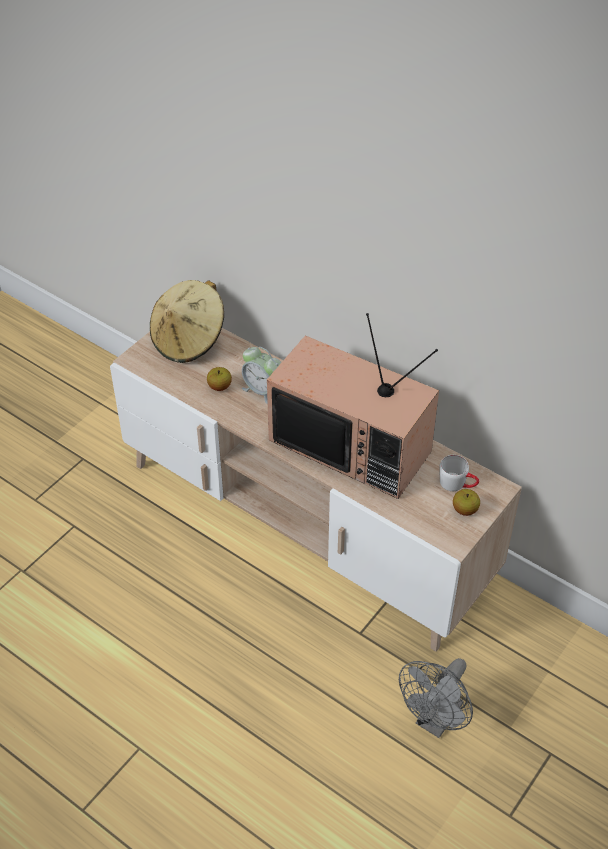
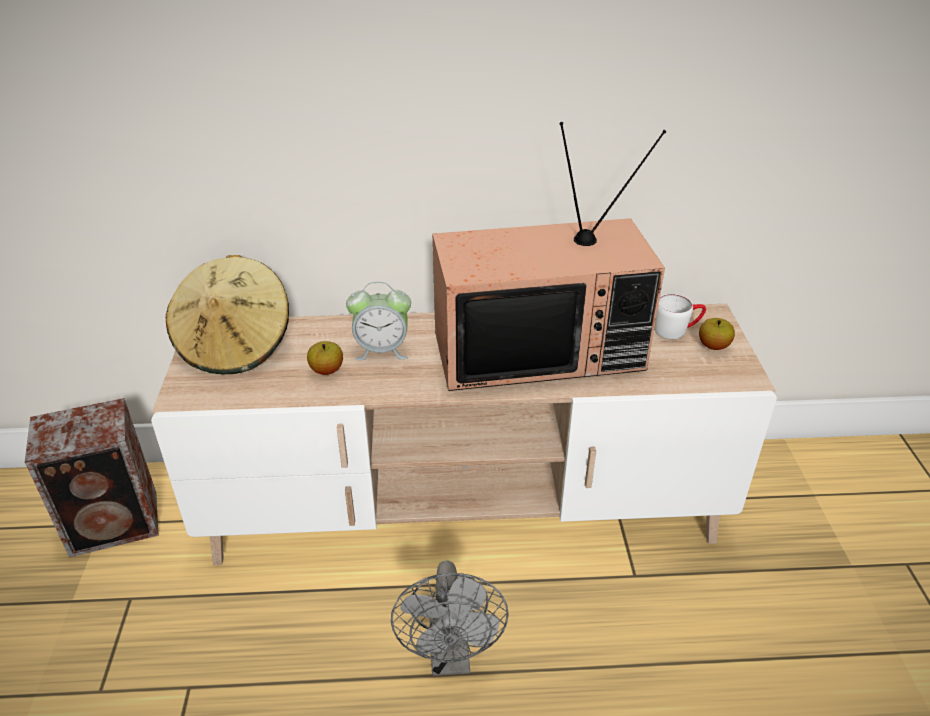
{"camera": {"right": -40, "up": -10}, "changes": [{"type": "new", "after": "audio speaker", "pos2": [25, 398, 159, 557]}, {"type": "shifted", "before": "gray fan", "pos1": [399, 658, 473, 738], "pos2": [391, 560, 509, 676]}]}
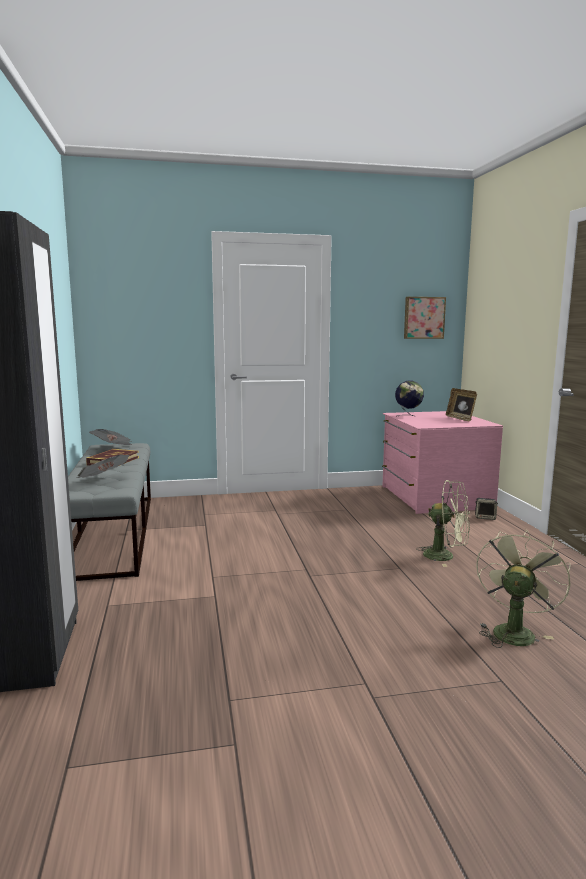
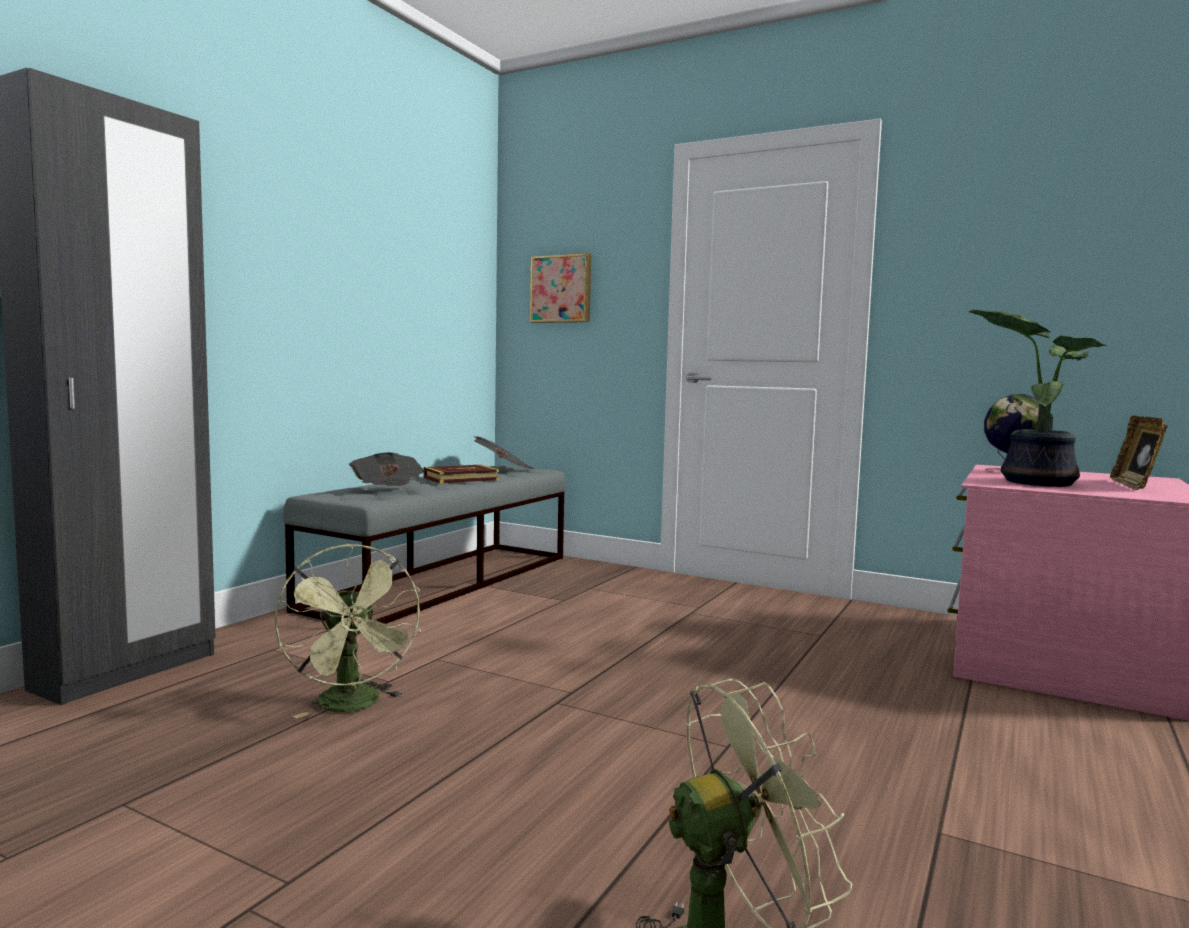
{"camera": {"right": 40, "up": -5}, "changes": [{"type": "gone", "before": "audio speaker", "pos1": [475, 498, 498, 520]}, {"type": "new", "after": "plant in a pot", "pos2": [968, 309, 1107, 487]}, {"type": "shifted", "before": "wall picture", "pos1": [404, 297, 446, 339], "pos2": [530, 253, 591, 323]}, {"type": "shifted", "before": "green fan", "pos1": [416, 480, 470, 567], "pos2": [274, 544, 421, 718]}]}
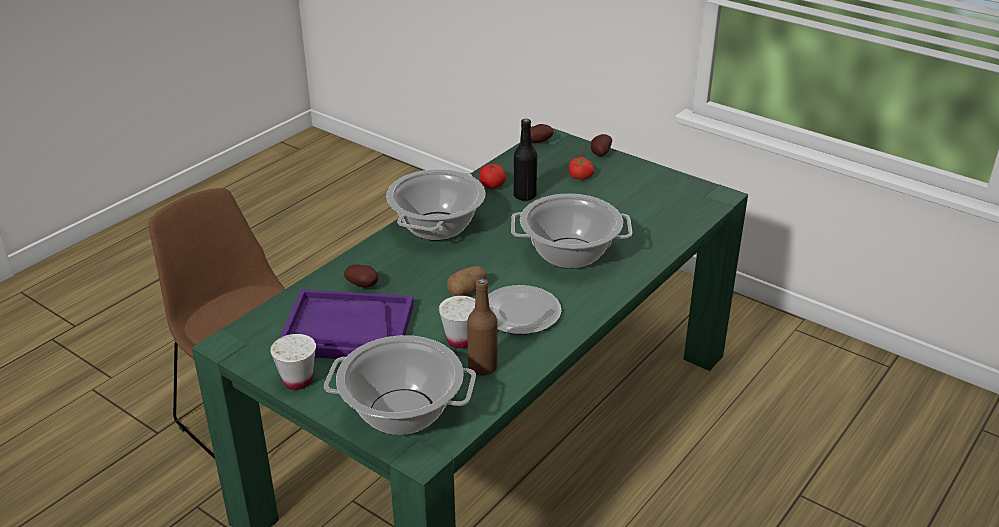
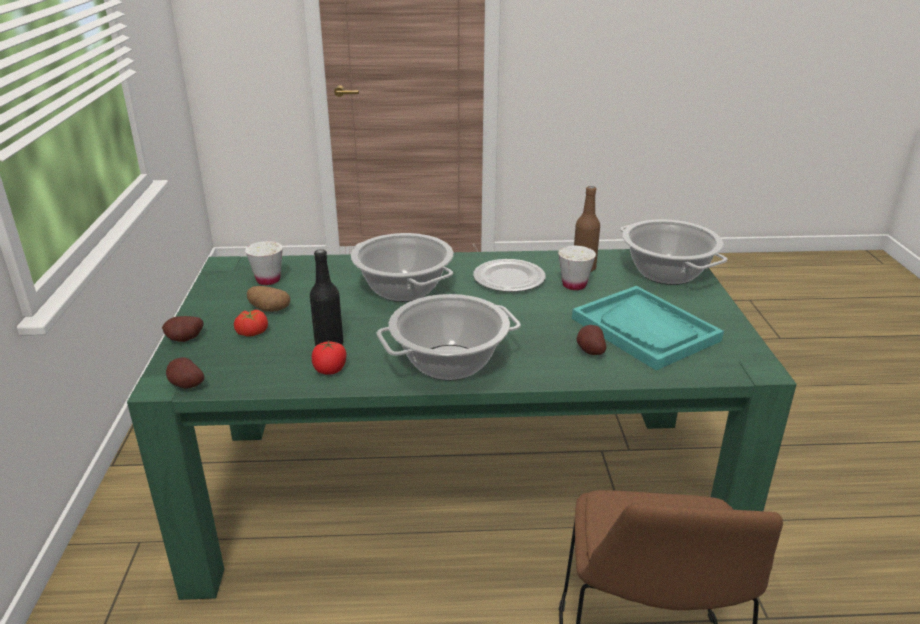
{"camera": {"right": -130, "up": -5}, "changes": [{"type": "shifted", "before": "white-coloured cup", "pos1": [270, 334, 316, 390], "pos2": [245, 241, 283, 285]}, {"type": "shifted", "before": "potato", "pos1": [447, 266, 487, 296], "pos2": [247, 286, 291, 312]}, {"type": "repainted", "before": "purple-coloured carrying tray", "after": "turquoise carrying tray", "pos1": [279, 289, 414, 359], "pos2": [572, 286, 724, 371]}]}
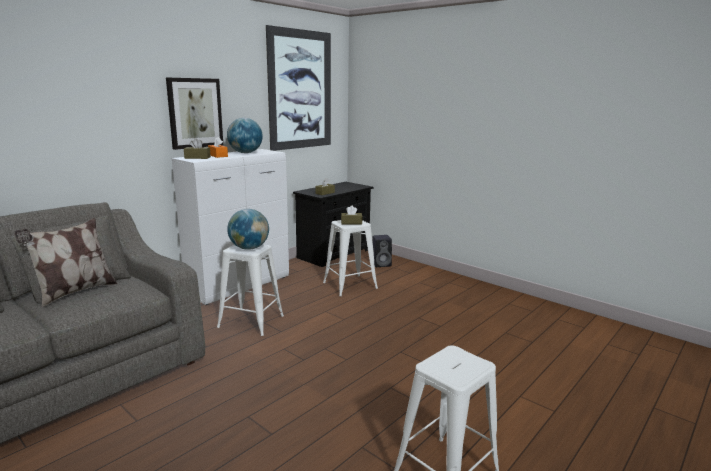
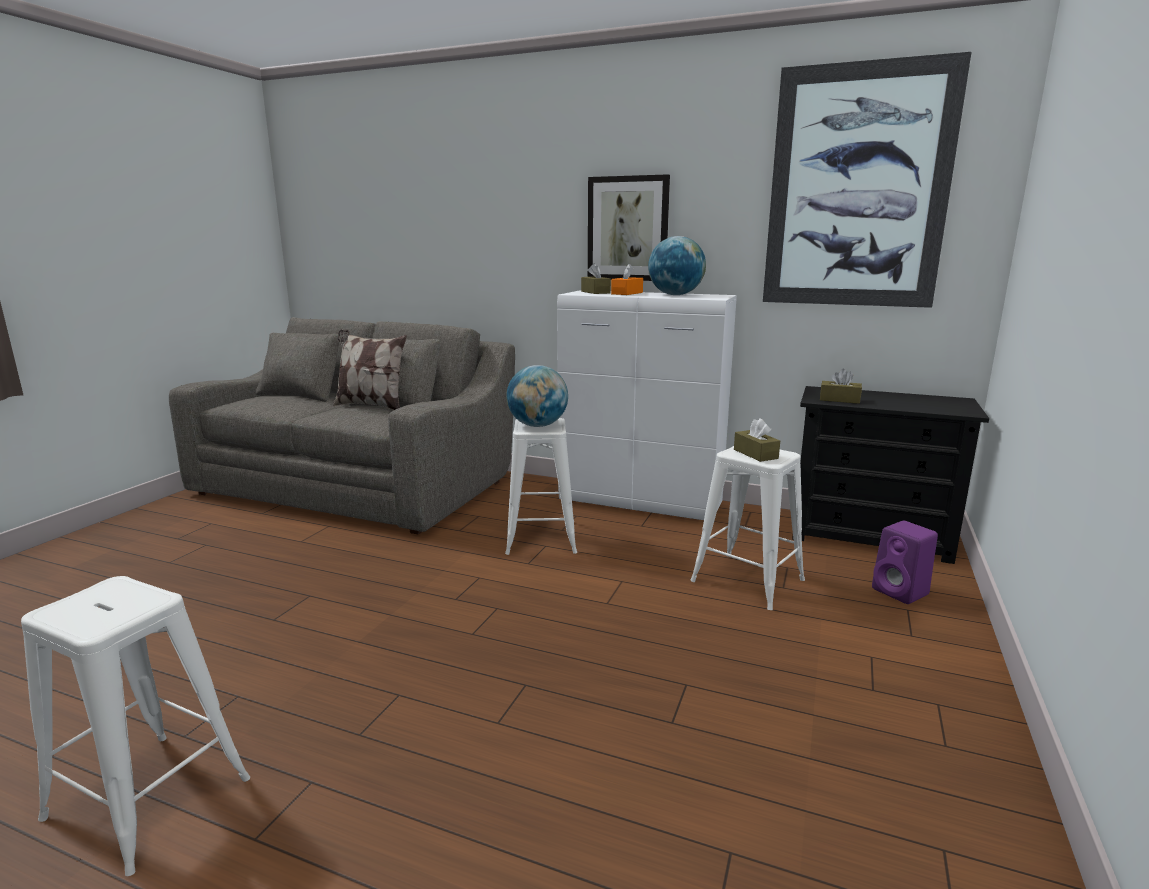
{"camera": {"right": 70, "up": 0}, "changes": [{"type": "repainted", "before": "black-coloured audio speaker", "after": "purple-coloured audio speaker", "pos1": [372, 235, 392, 267], "pos2": [872, 521, 938, 604]}]}
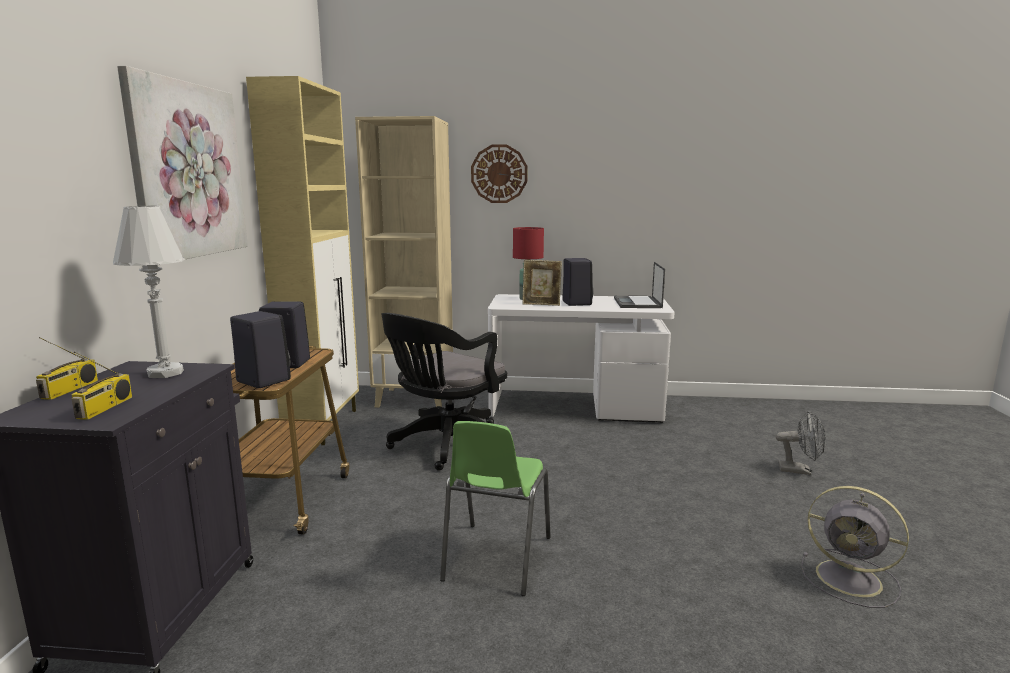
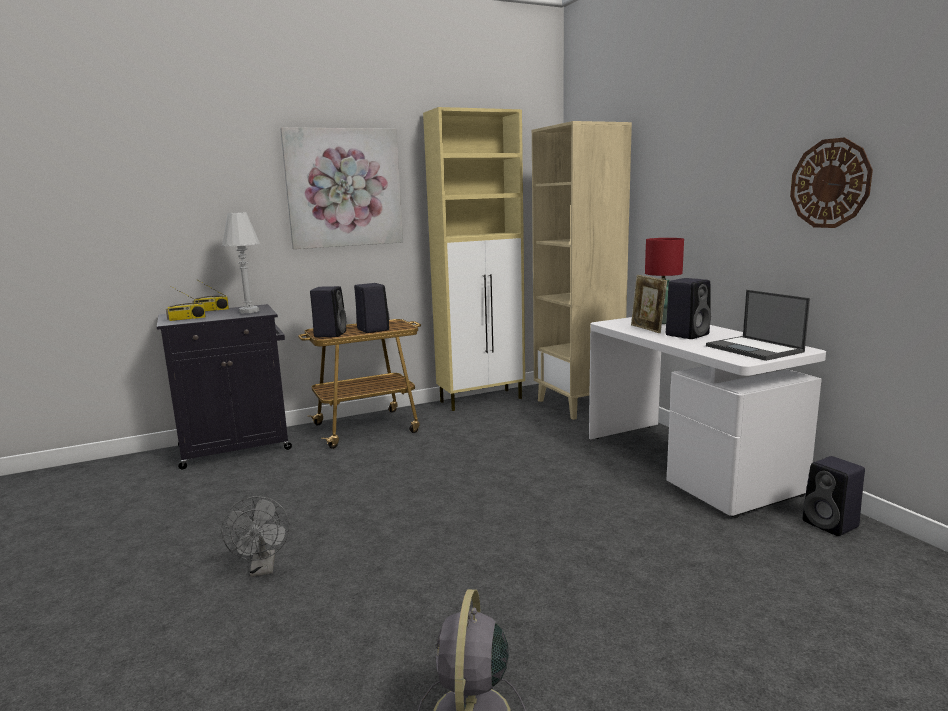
{"camera": {"right": 60, "up": 0}, "changes": [{"type": "gone", "before": "black-coloured office chair", "pos1": [382, 313, 507, 471]}, {"type": "gone", "before": "green upright chair", "pos1": [440, 421, 551, 596]}, {"type": "new", "after": "black-coloured audio speaker", "pos2": [803, 456, 865, 536]}, {"type": "shifted", "before": "wall clock", "pos1": [471, 144, 527, 203], "pos2": [790, 138, 873, 228]}, {"type": "shifted", "before": "gray fan", "pos1": [776, 411, 826, 475], "pos2": [221, 496, 290, 577]}, {"type": "rotated", "before": "notebook computer", "pos1": [614, 262, 665, 308], "pos2": [706, 290, 810, 361], "turn": -90}]}
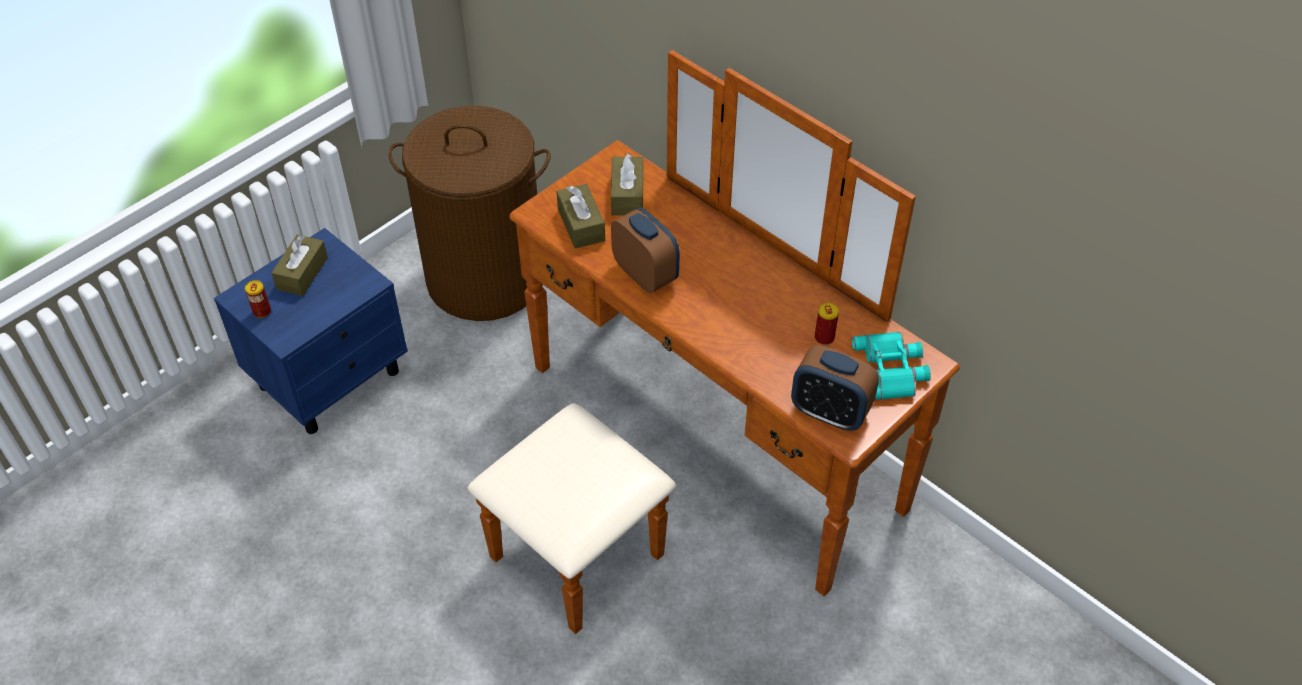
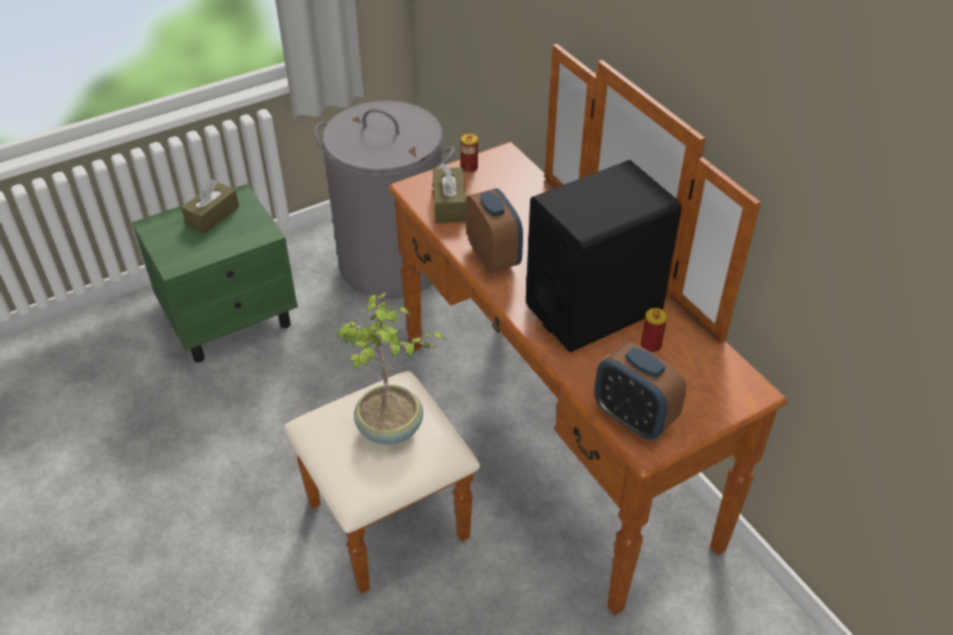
{"camera": {"right": 15, "up": -5}, "changes": [{"type": "gone", "before": "brownish box of tissues", "pos1": [611, 153, 643, 216]}, {"type": "gone", "before": "turquoise pair of binoculars", "pos1": [852, 332, 931, 400]}, {"type": "new", "after": "plant in a pot", "pos2": [336, 293, 446, 445]}, {"type": "new", "after": "black-coloured audio speaker", "pos2": [526, 160, 682, 352]}, {"type": "shifted", "before": "metal can", "pos1": [245, 280, 271, 318], "pos2": [461, 133, 478, 173]}, {"type": "repainted", "before": "blue-coloured bedside table", "after": "green bedside table", "pos1": [214, 228, 408, 434], "pos2": [132, 184, 298, 362]}, {"type": "repainted", "before": "brownish washing basket", "after": "gray washing basket", "pos1": [388, 106, 550, 321], "pos2": [314, 101, 455, 299]}]}
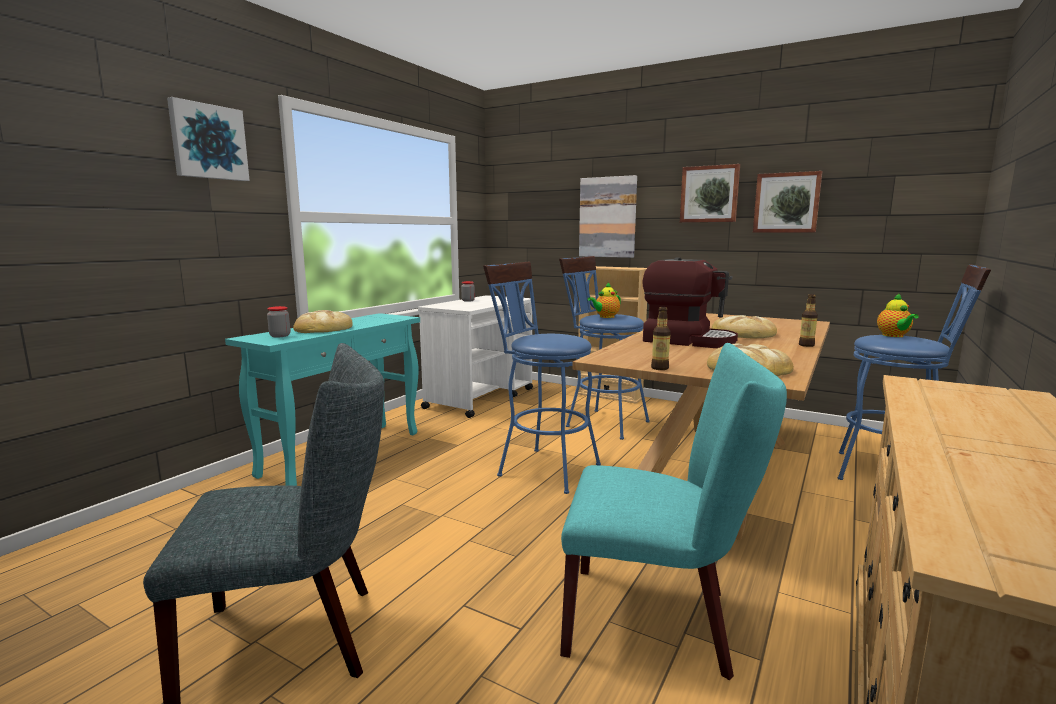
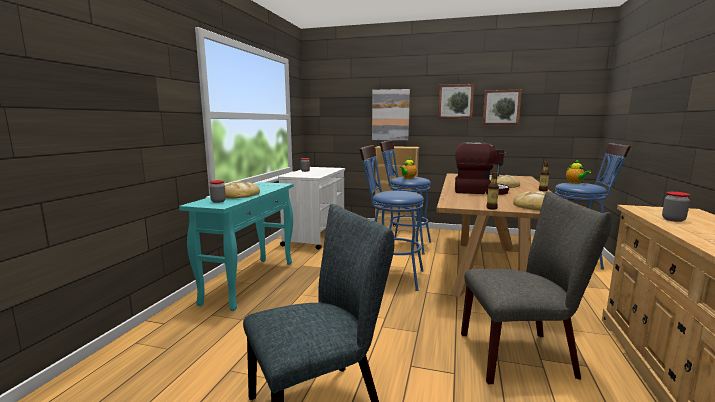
{"camera": {"right": -15, "up": 0}, "changes": [{"type": "gone", "before": "wall picture", "pos1": [167, 97, 250, 181]}, {"type": "new", "after": "preserve jar", "pos2": [662, 192, 690, 222]}, {"type": "repainted", "before": "turquoise upright chair", "after": "gray upright chair", "pos1": [560, 343, 787, 680], "pos2": [461, 191, 612, 384]}]}
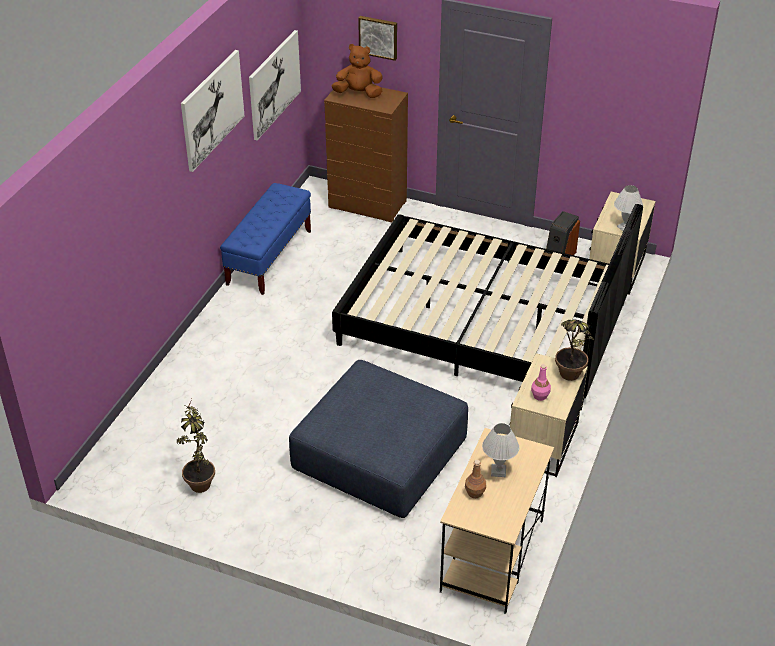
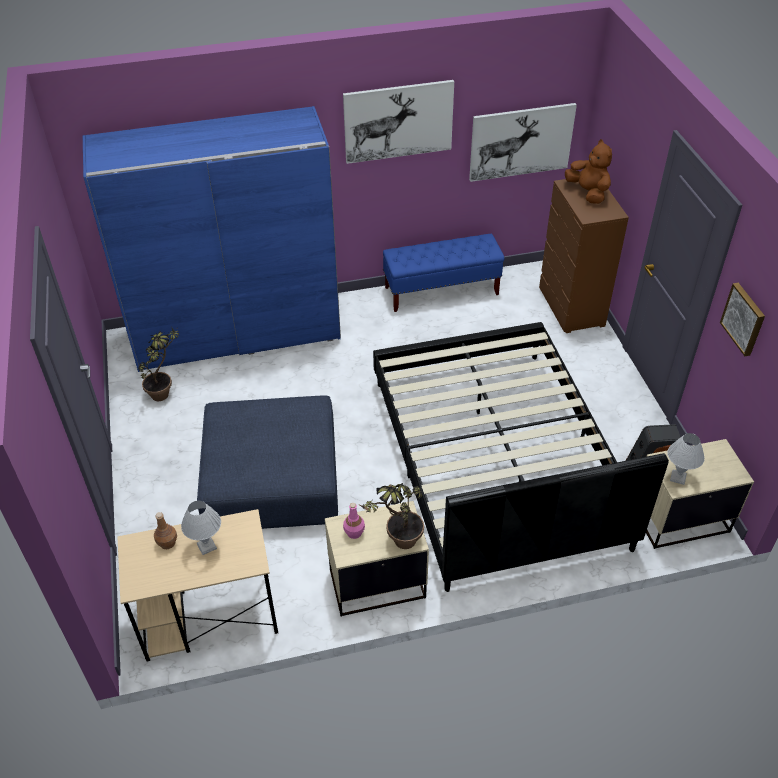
{"camera": {"right": 55, "up": 5}, "changes": [{"type": "new", "after": "blue-coloured clothes cupboard", "pos2": [83, 106, 341, 372]}, {"type": "shifted", "before": "wall picture", "pos1": [358, 16, 397, 61], "pos2": [720, 283, 765, 356]}]}
